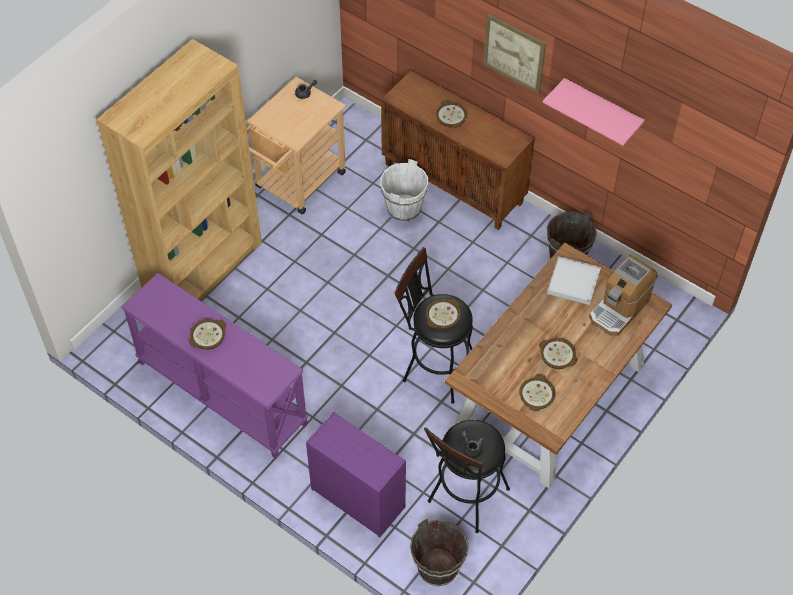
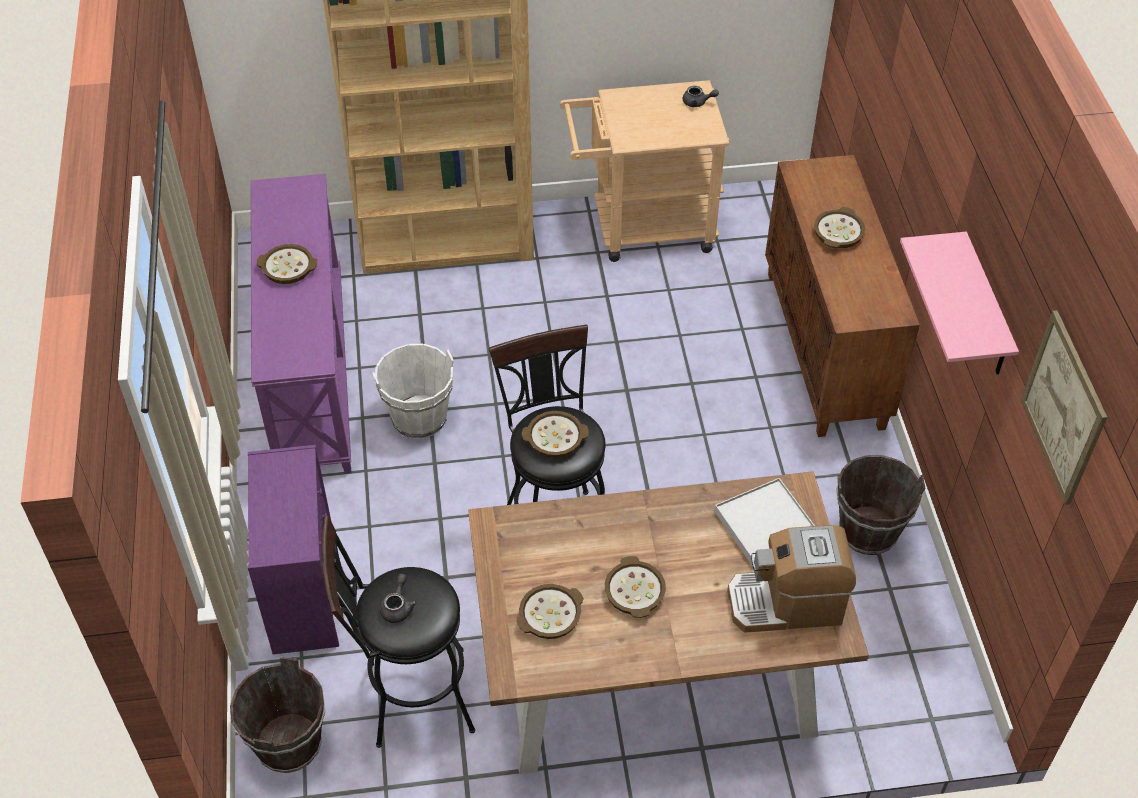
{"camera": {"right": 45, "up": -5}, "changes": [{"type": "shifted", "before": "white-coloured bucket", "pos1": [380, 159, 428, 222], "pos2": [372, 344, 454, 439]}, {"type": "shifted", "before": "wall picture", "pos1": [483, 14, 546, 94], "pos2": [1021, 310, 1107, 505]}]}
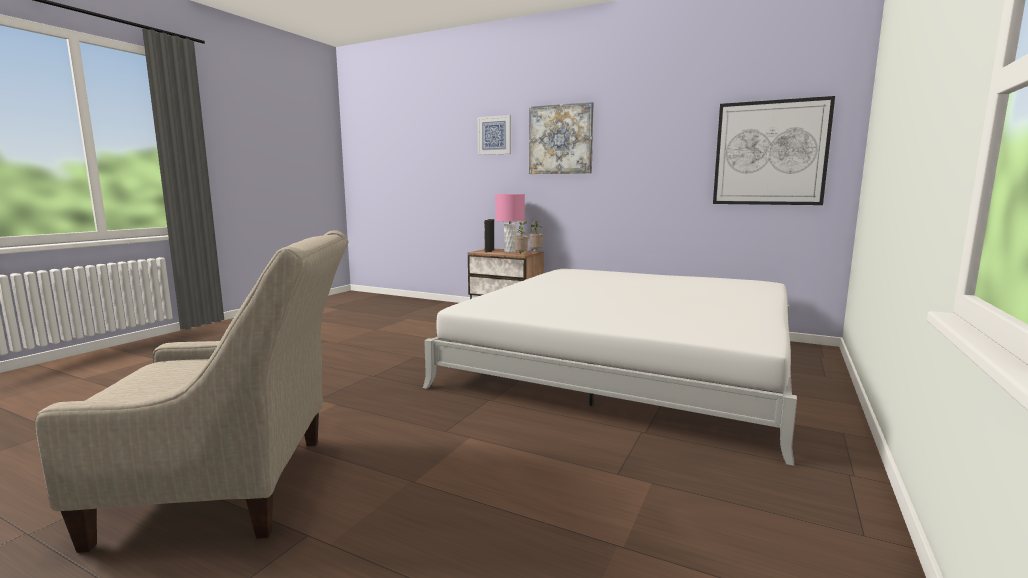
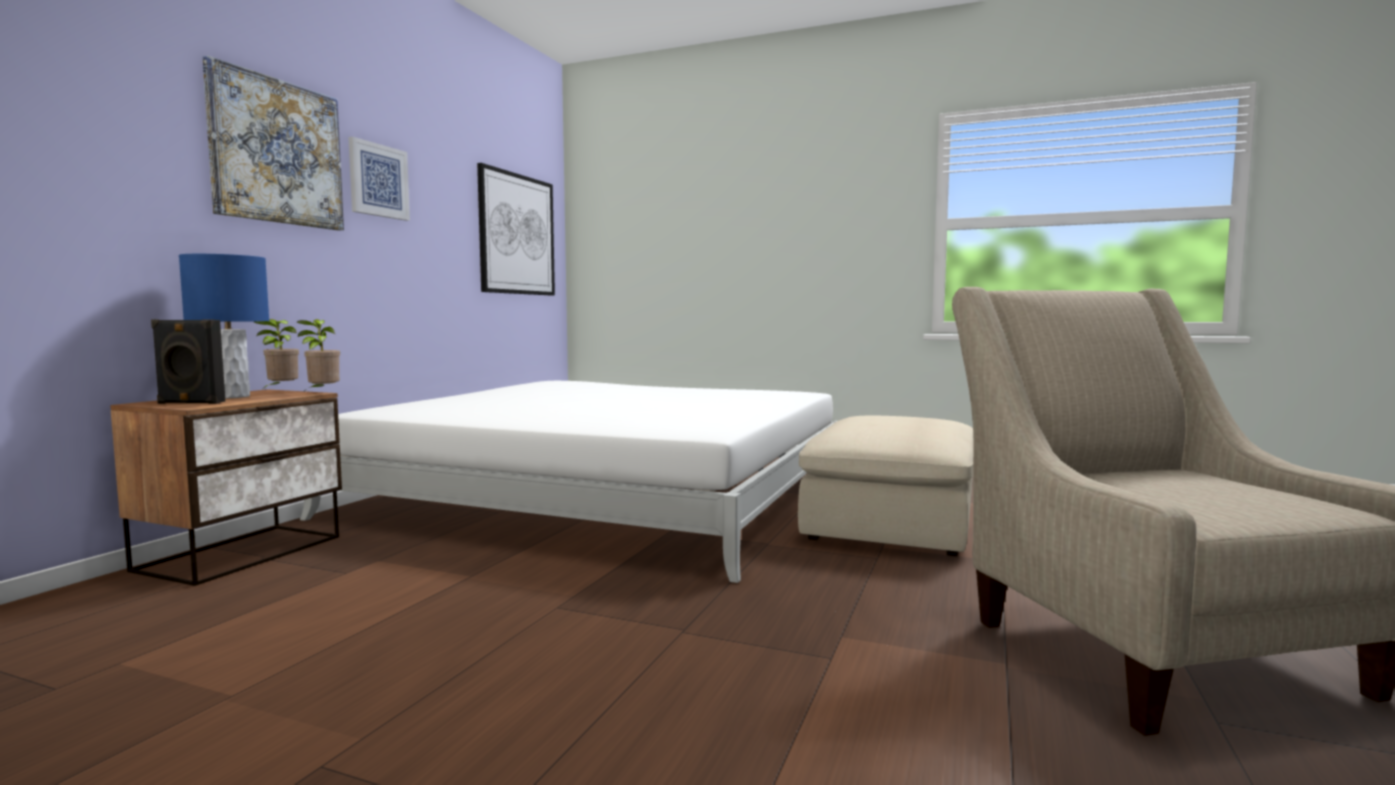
{"camera": {"right": -95, "up": -5}, "changes": [{"type": "new", "after": "sand-coloured ottoman", "pos2": [798, 415, 974, 556]}, {"type": "shifted", "before": "wall picture", "pos1": [477, 115, 511, 155], "pos2": [348, 137, 410, 221]}, {"type": "repainted", "before": "pink-coloured table lamp", "after": "blue-coloured table lamp", "pos1": [495, 194, 525, 252], "pos2": [179, 254, 269, 398]}]}
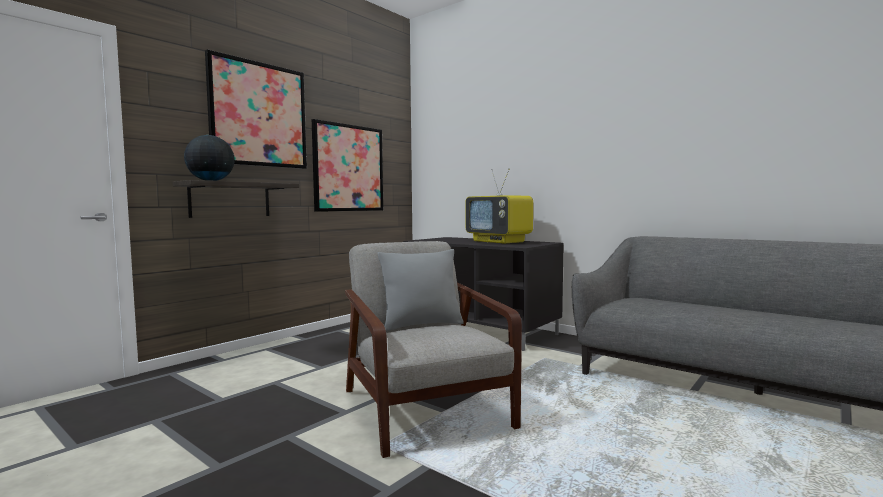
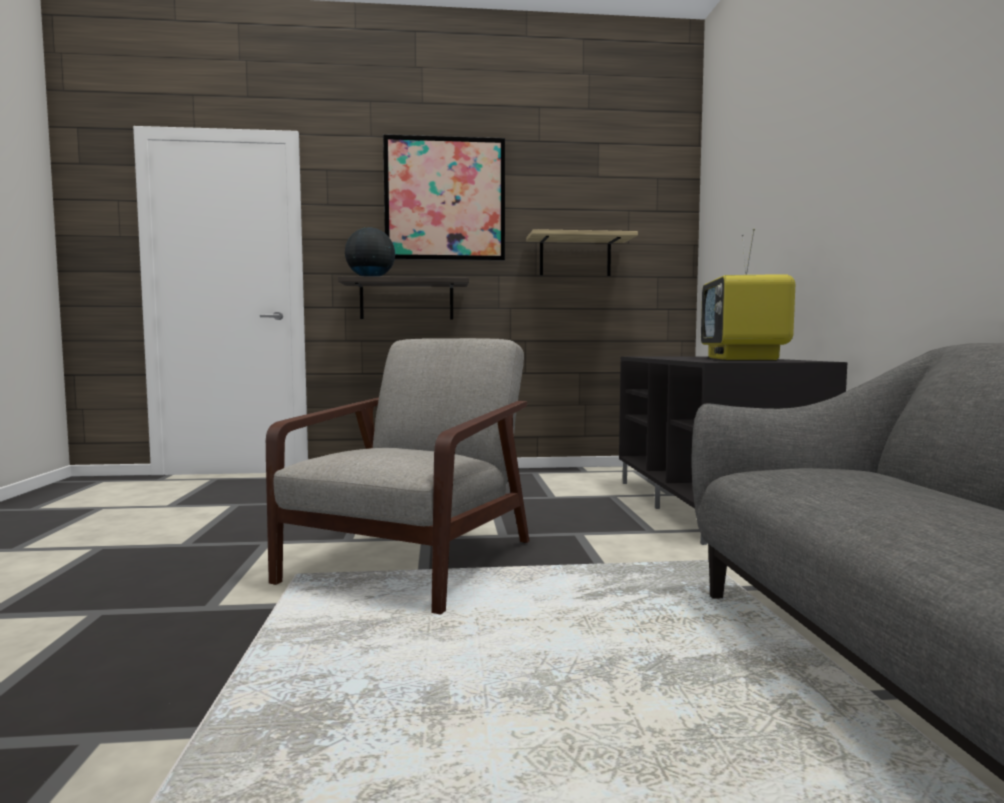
{"camera": {"right": 45, "up": 0}, "changes": [{"type": "gone", "before": "gray cushion", "pos1": [378, 249, 464, 331]}, {"type": "swapped", "before": "wall picture", "after": "wall shelf", "pos1": [312, 119, 383, 212], "pos2": [526, 229, 638, 276]}]}
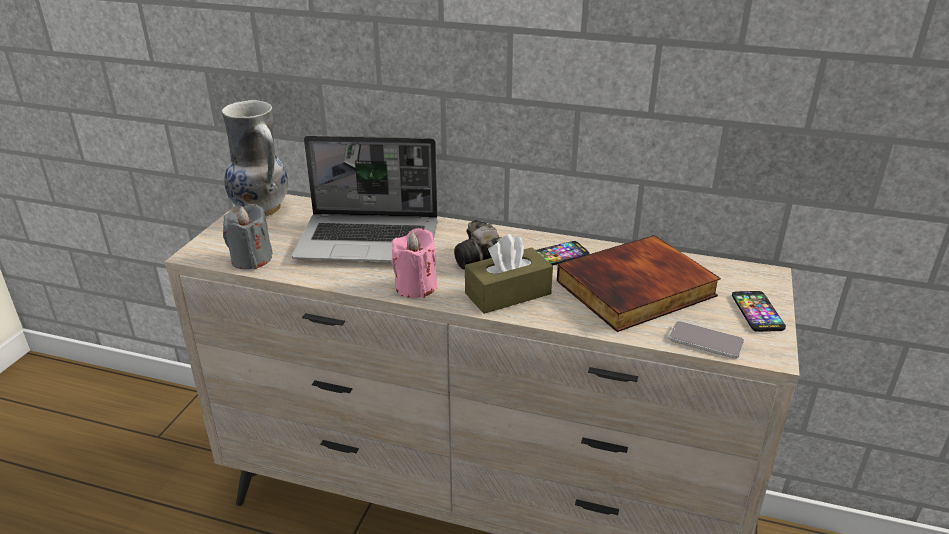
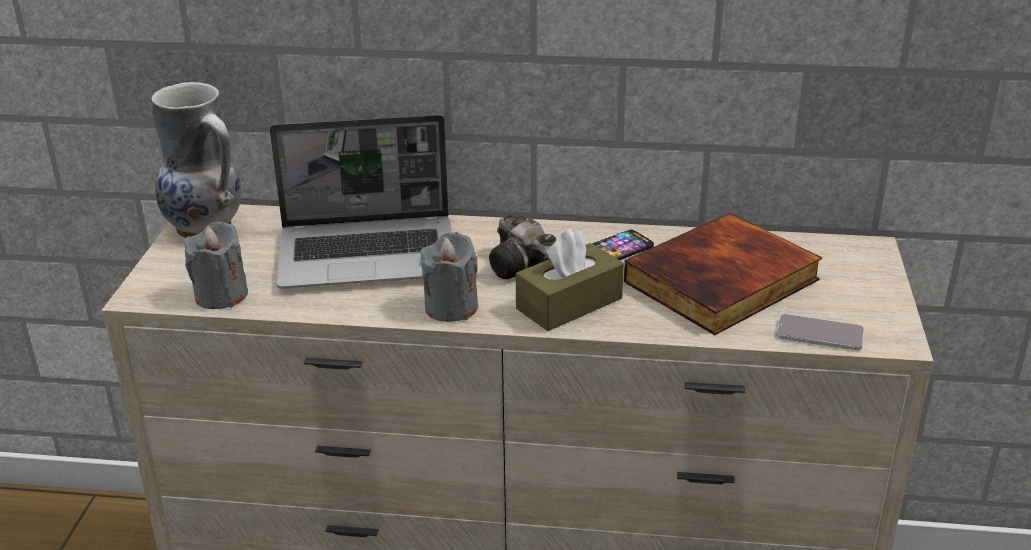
{"camera": {"right": -10, "up": 0}, "changes": [{"type": "gone", "before": "handset", "pos1": [732, 291, 786, 332]}, {"type": "repainted", "before": "pink-coloured wax light", "after": "gray wax light", "pos1": [391, 228, 437, 298], "pos2": [420, 232, 478, 322]}]}
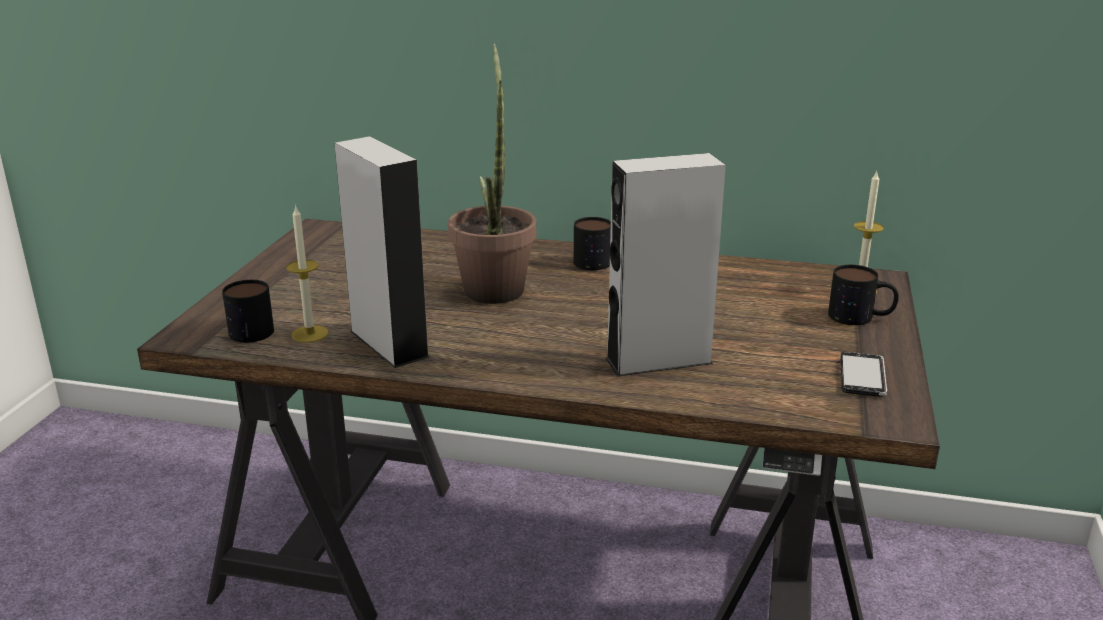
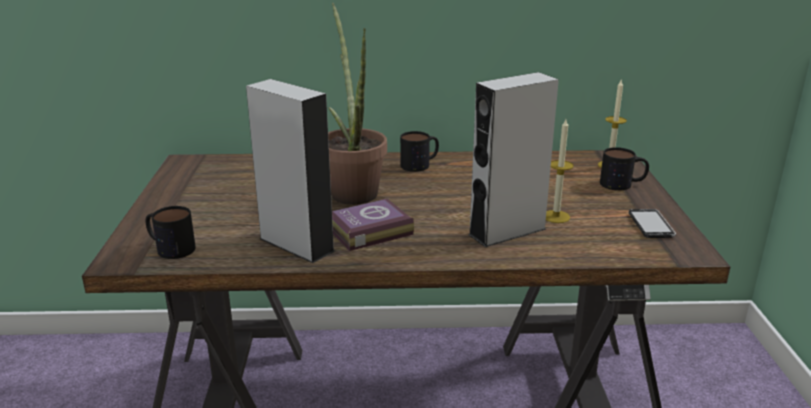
{"camera": {"right": -15, "up": 0}, "changes": [{"type": "new", "after": "book", "pos2": [332, 199, 414, 251]}, {"type": "shifted", "before": "wax light", "pos1": [286, 205, 329, 343], "pos2": [546, 119, 574, 223]}]}
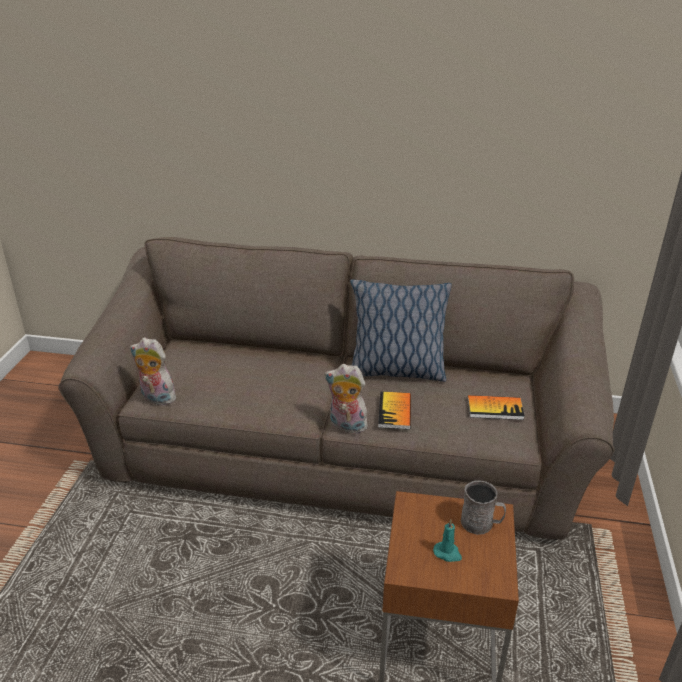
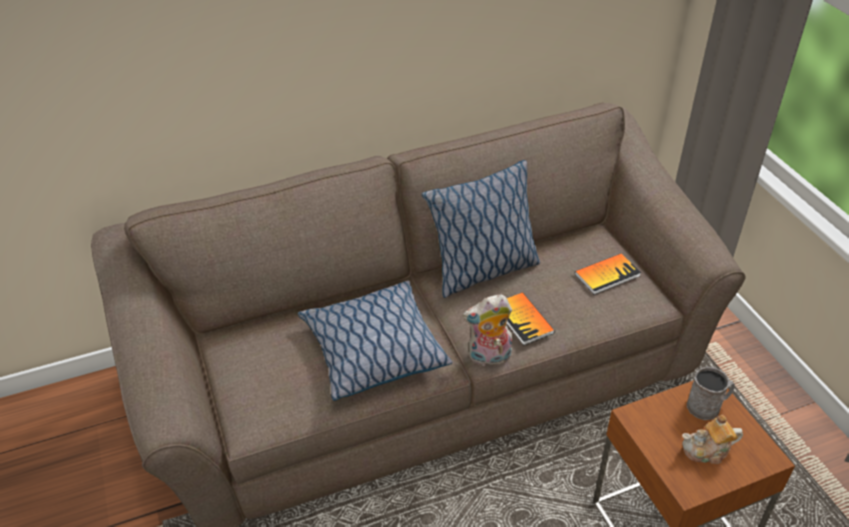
{"camera": {"right": -30, "up": 10}, "changes": [{"type": "gone", "before": "cuddly toy", "pos1": [130, 338, 178, 405]}, {"type": "new", "after": "cushion", "pos2": [298, 281, 453, 401]}, {"type": "swapped", "before": "turquoise wax light", "after": "tea pot", "pos1": [433, 519, 462, 562], "pos2": [682, 415, 743, 464]}]}
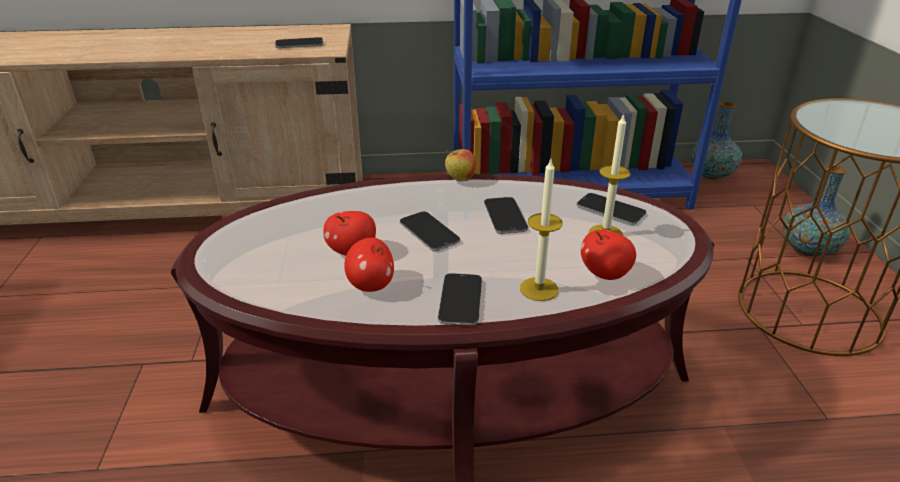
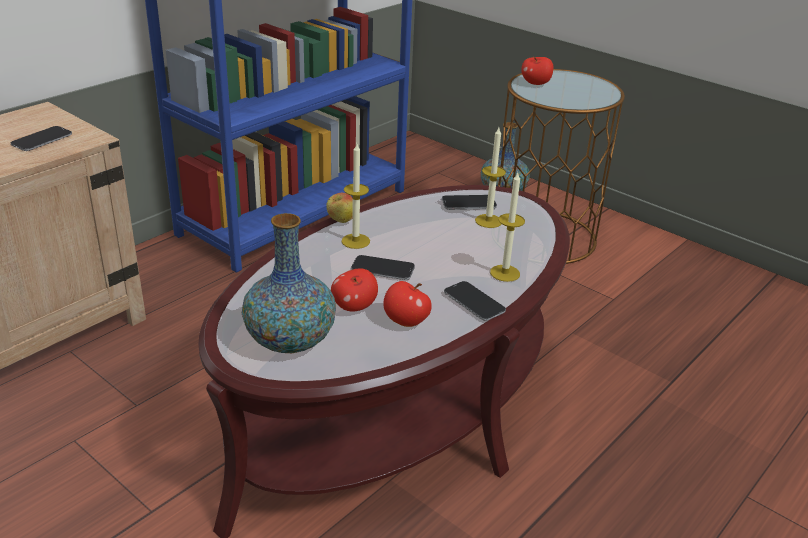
{"camera": {"right": -45, "up": 0}, "changes": [{"type": "gone", "before": "handset", "pos1": [484, 197, 528, 234]}, {"type": "new", "after": "wax light", "pos2": [342, 144, 370, 249]}, {"type": "shifted", "before": "whole apple", "pos1": [581, 229, 636, 280], "pos2": [521, 57, 553, 85]}, {"type": "shifted", "before": "decorative vase", "pos1": [690, 102, 742, 180], "pos2": [242, 213, 336, 353]}]}
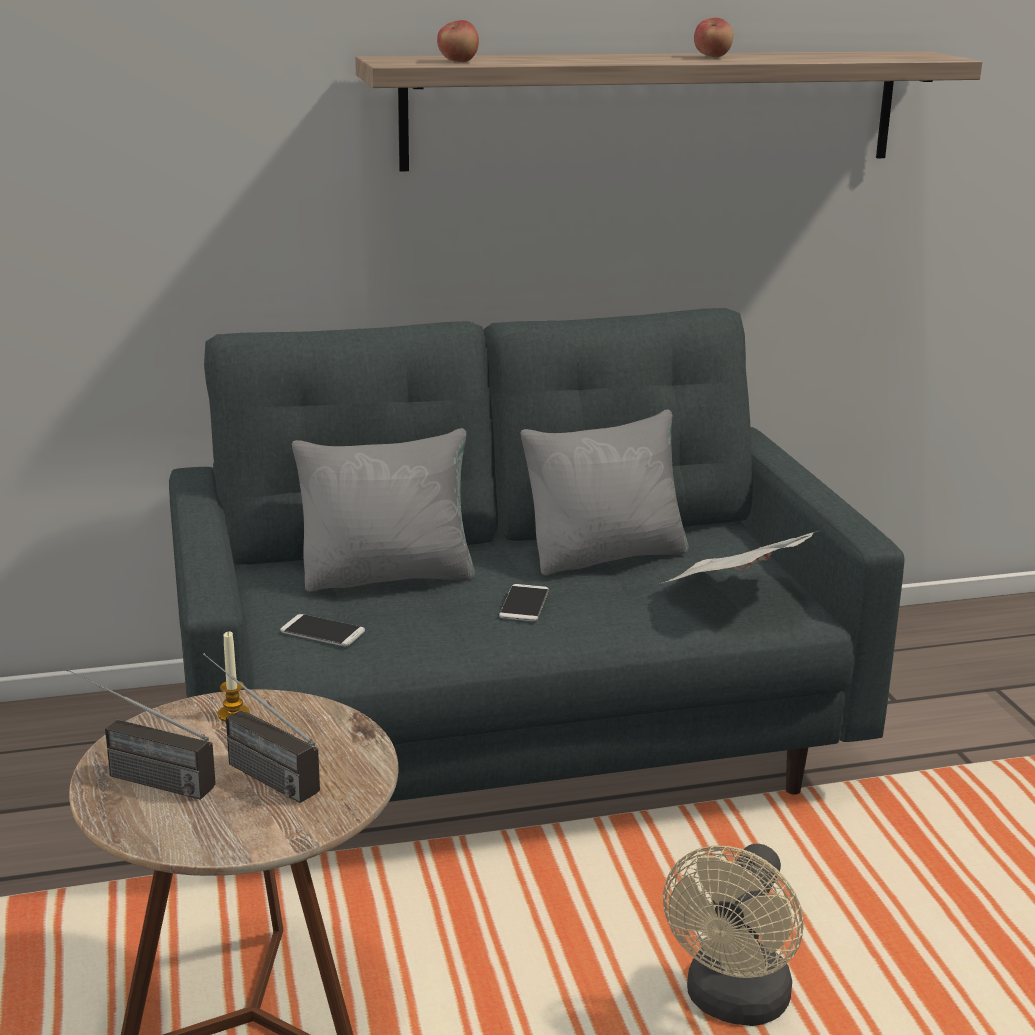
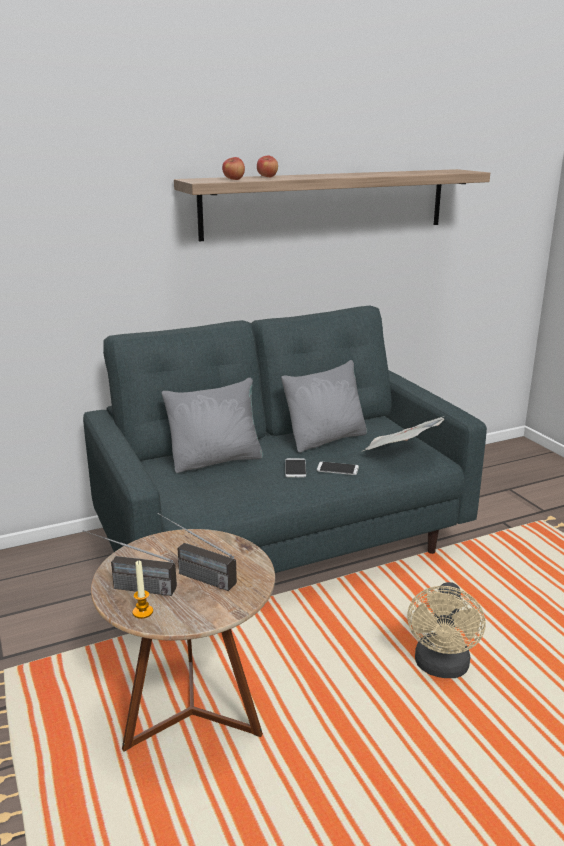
{"camera": {"right": -10, "up": 0}, "changes": [{"type": "shifted", "before": "wax light", "pos1": [218, 631, 250, 722], "pos2": [133, 561, 153, 619]}, {"type": "shifted", "before": "handset", "pos1": [280, 614, 365, 646], "pos2": [317, 462, 359, 475]}, {"type": "shifted", "before": "whole apple", "pos1": [694, 18, 733, 57], "pos2": [257, 156, 278, 177]}]}
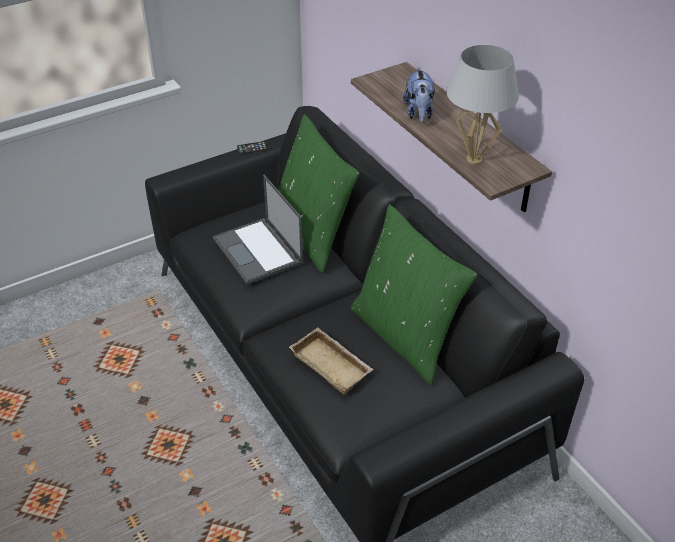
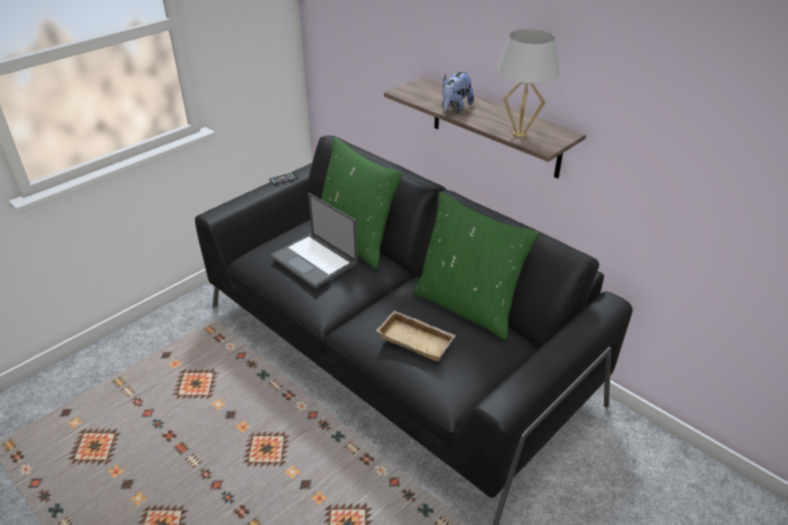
{"camera": {"right": -15, "up": -5}, "changes": [{"type": "rotated", "before": "cuddly toy", "pos1": [403, 67, 435, 123], "pos2": [442, 71, 474, 113], "turn": 45}]}
